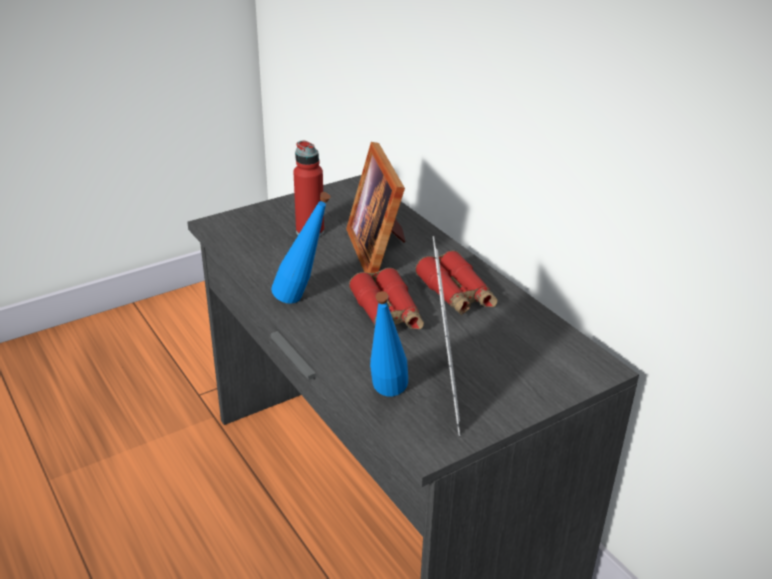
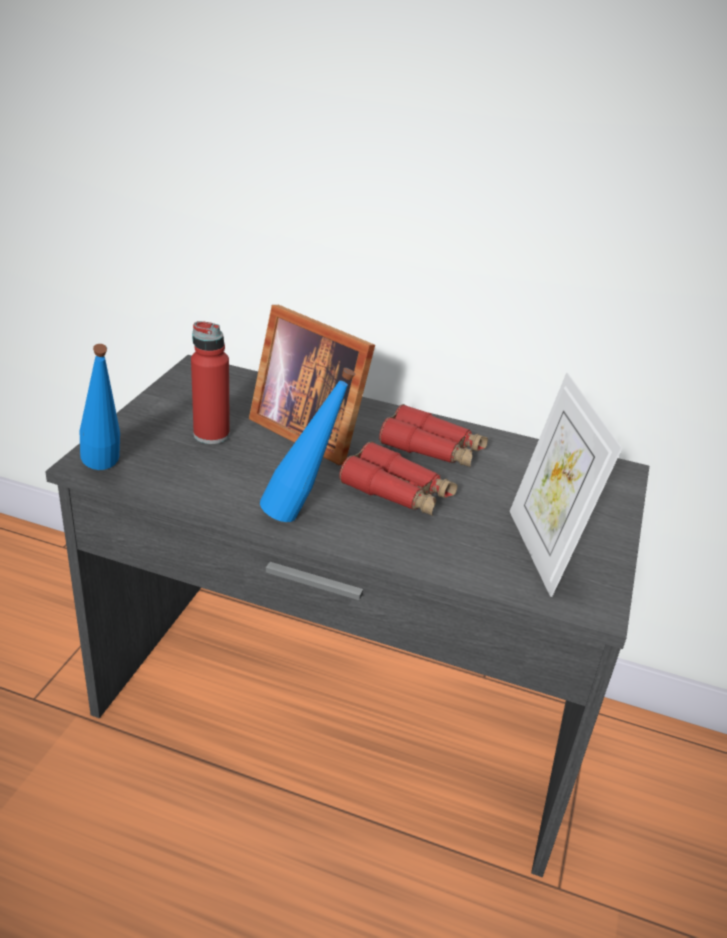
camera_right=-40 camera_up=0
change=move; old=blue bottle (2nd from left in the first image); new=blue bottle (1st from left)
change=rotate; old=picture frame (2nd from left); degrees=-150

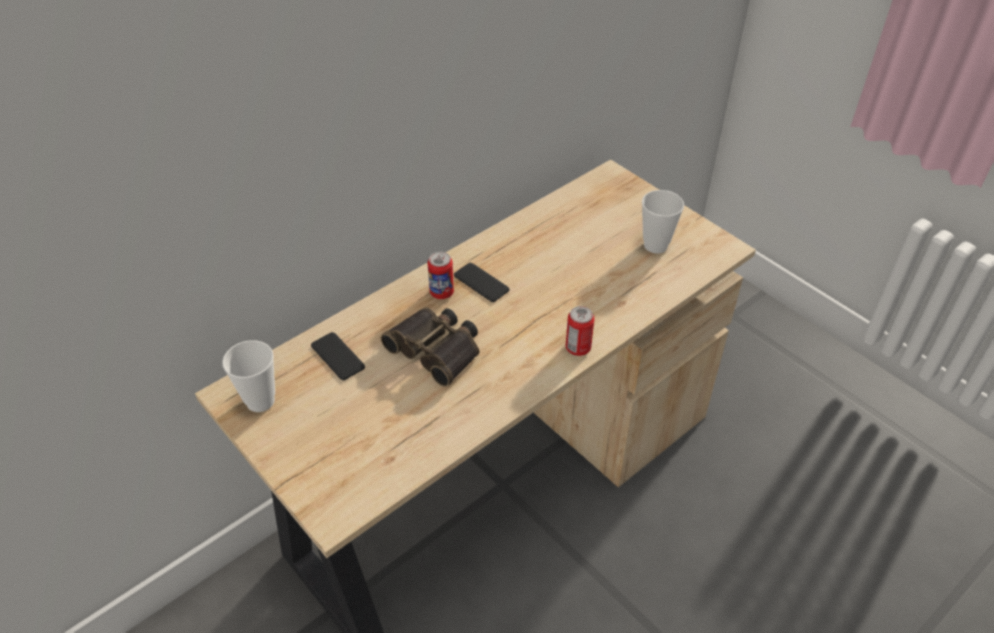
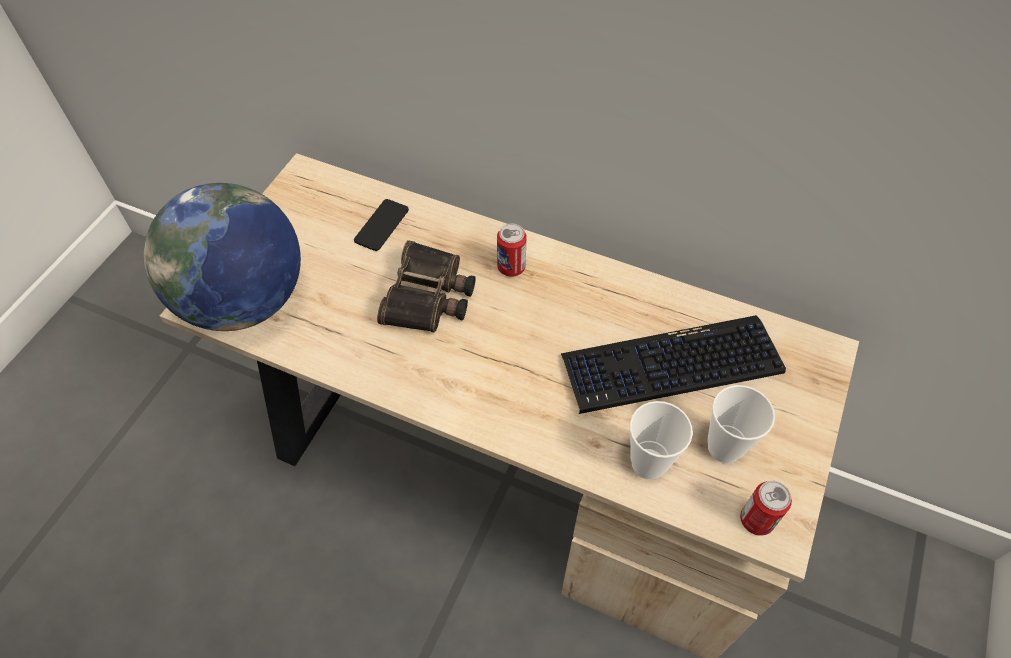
camera_right=65 camera_up=10
change=insert; new=globe
change=insert; new=keyboard
change=move; old=cup (1st from left)
change=move; old=can (2nd from left)
change=delete; old=phone (2nd from left)

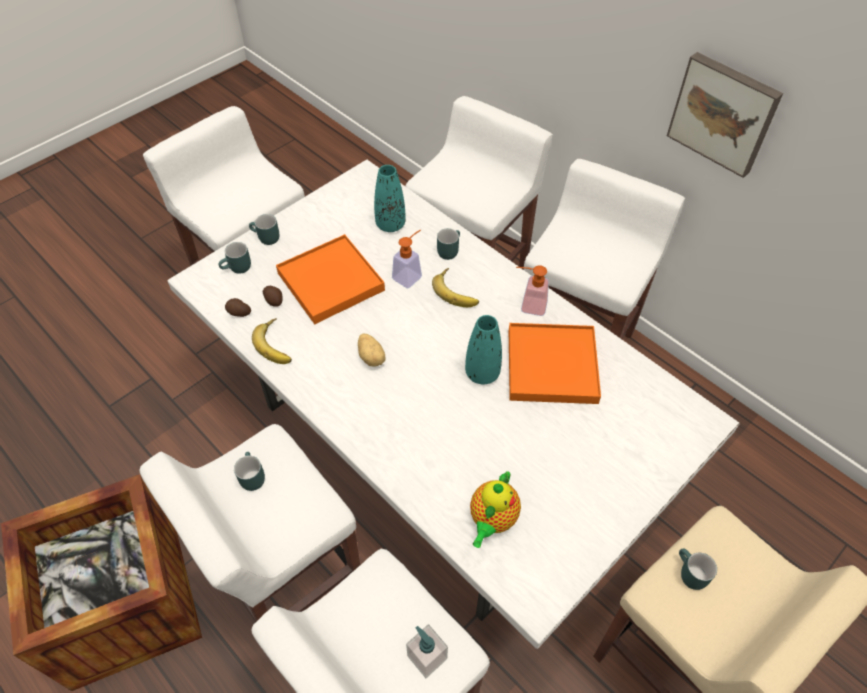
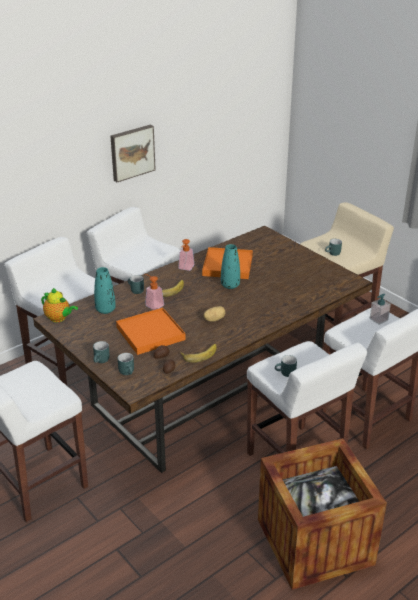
camera_right=-85 camera_up=-20
change=recolor; old=white dining table; new=brown dining table
change=move; old=teapot

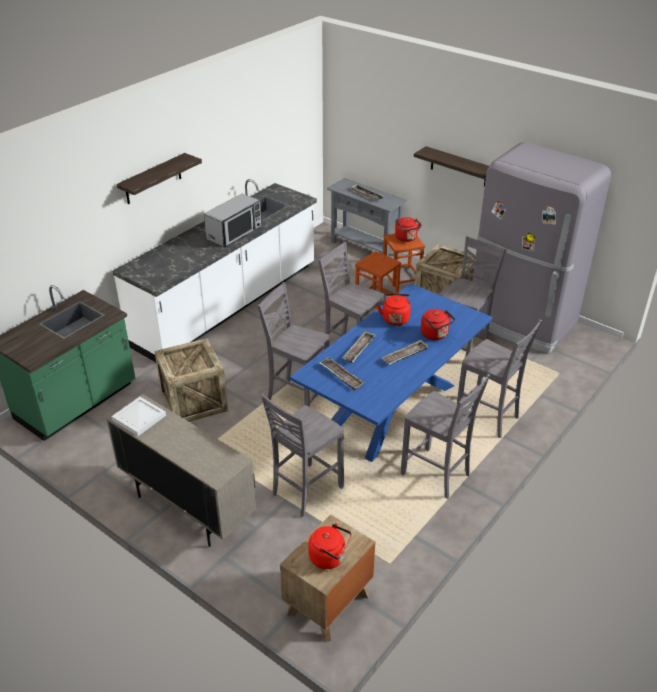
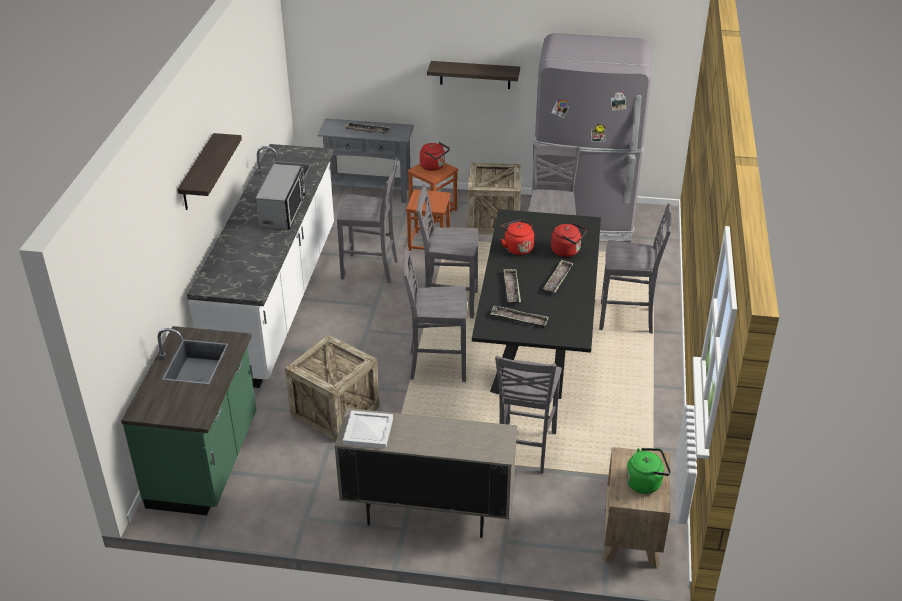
camera_right=-30 camera_up=0
change=move; old=grey chair (4th from left in the first image); new=grey chair (1st from left)
change=recolor; old=blue dining table; new=black dining table
change=recolor; old=red kettle (1st from left); new=green kettle

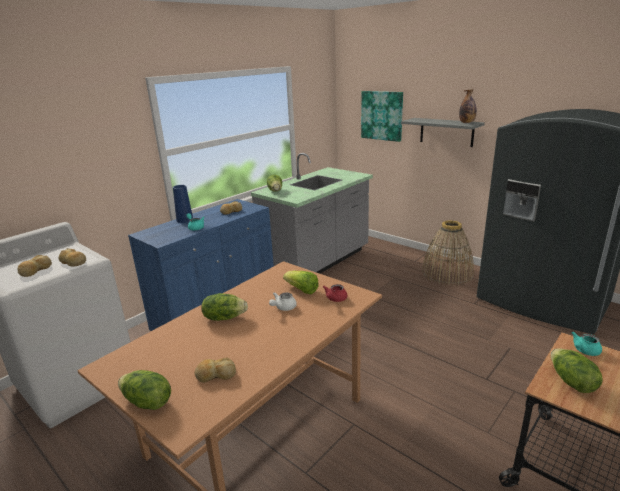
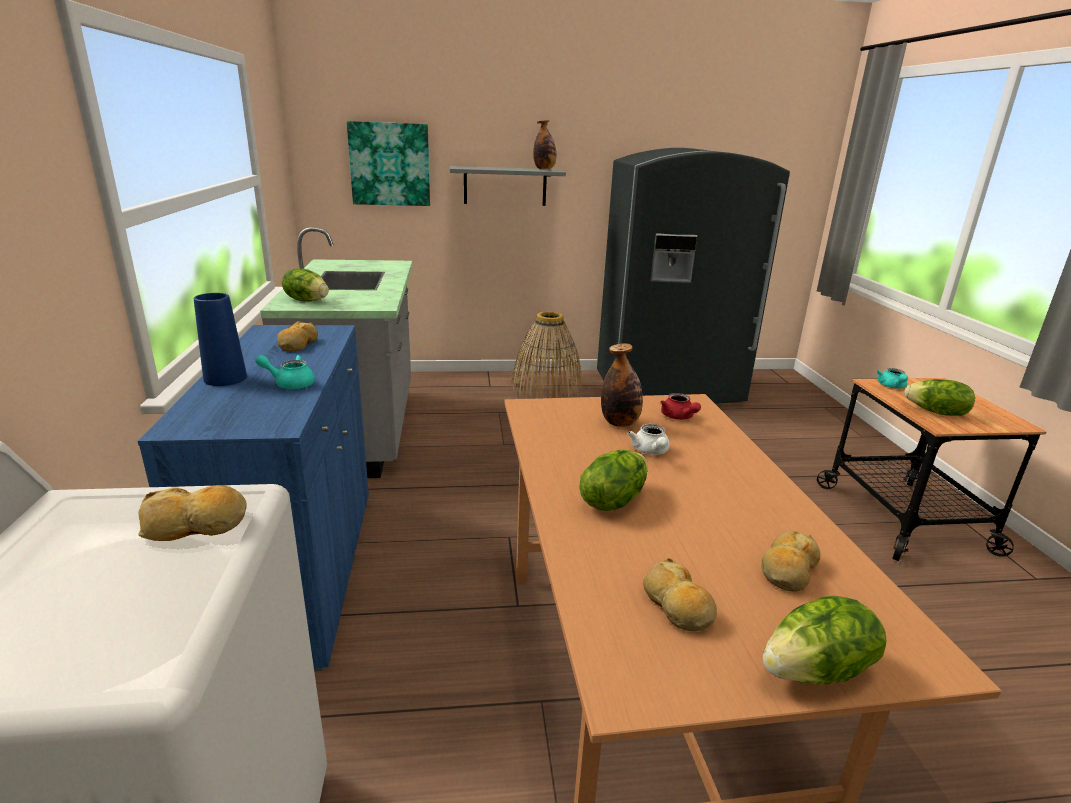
camera_right=-50 camera_up=0
change=replace; old=lettuce (4th from left); new=bottle (2nd from left)
change=move; old=bread (1st from left in the first image); new=bread (3rd from left)

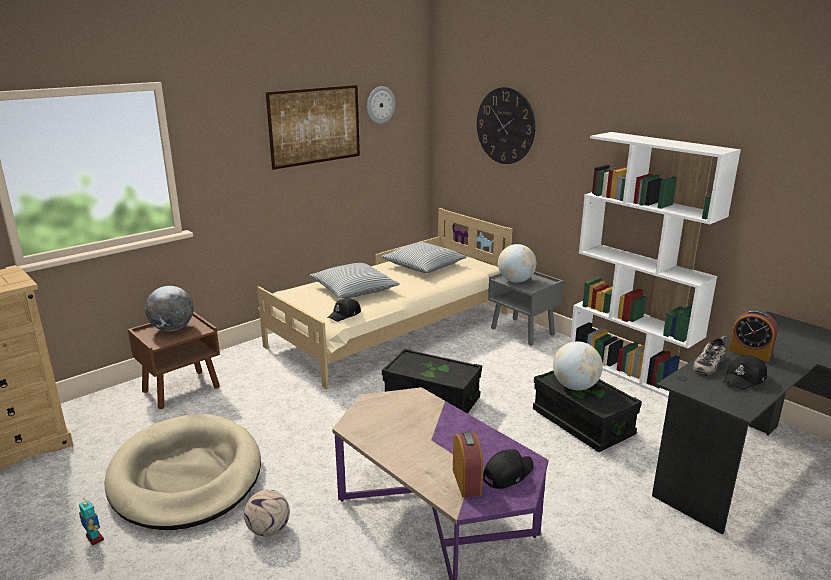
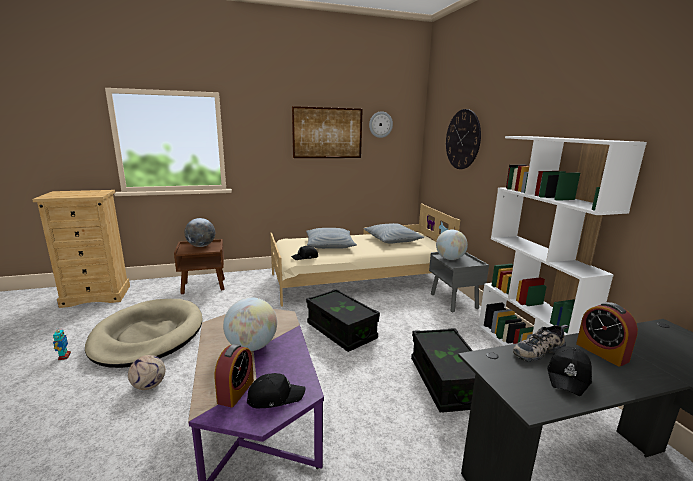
camera_right=25 camera_up=-5
change=move; old=globe (3rd from left in the first image); new=globe (2nd from left)
change=rotate; old=black cap (3rd from left); degrees=-45

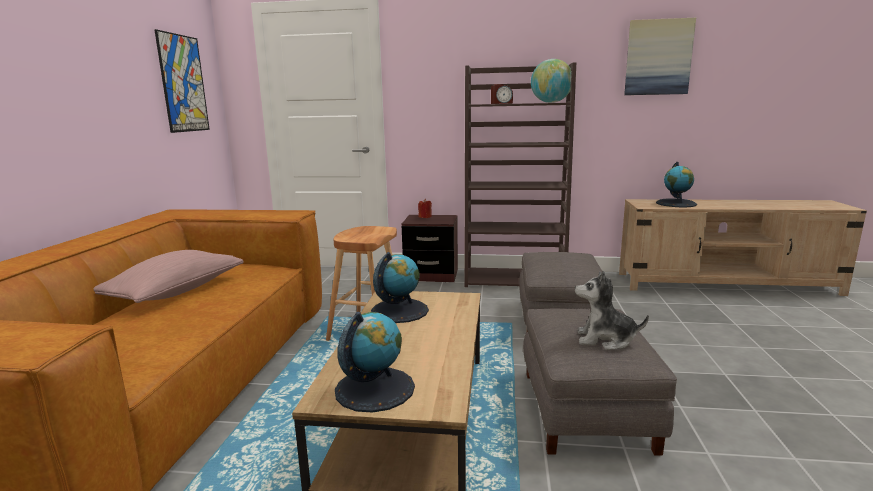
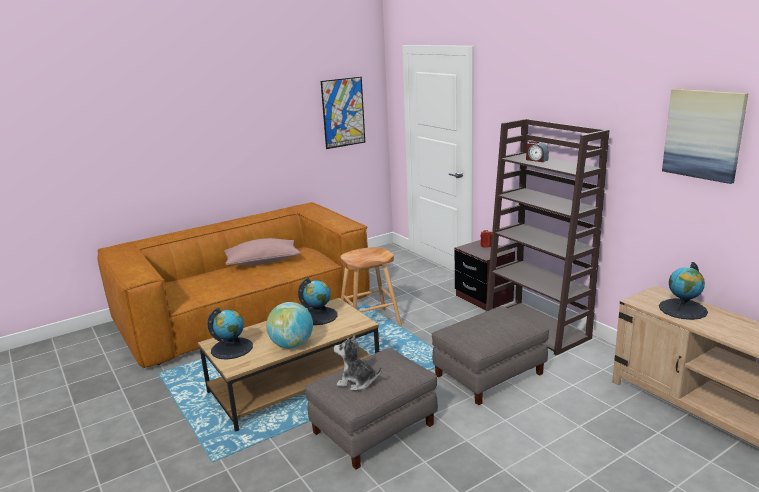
camera_right=50 camera_up=5
change=move; old=globe (3rd from left in the first image); new=globe (2nd from left)
change=rotate; old=plush toy; degrees=-45

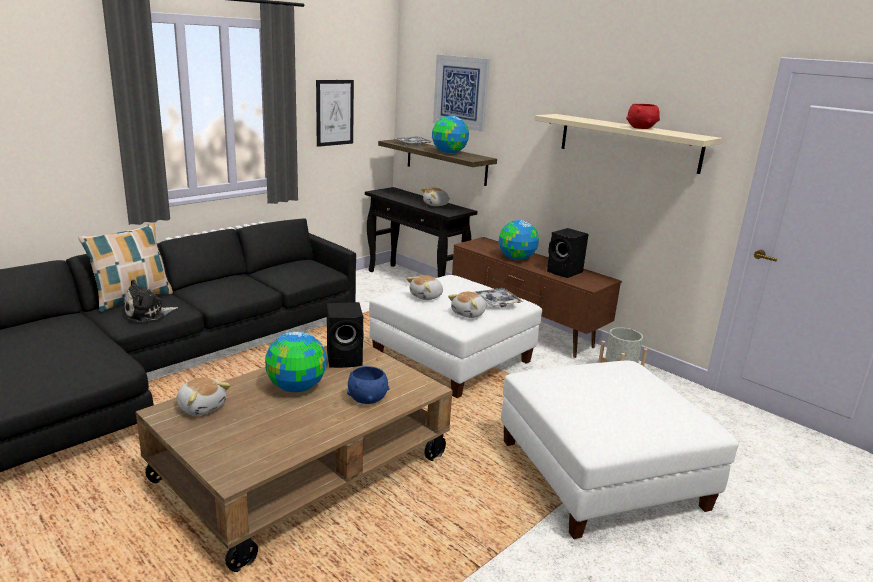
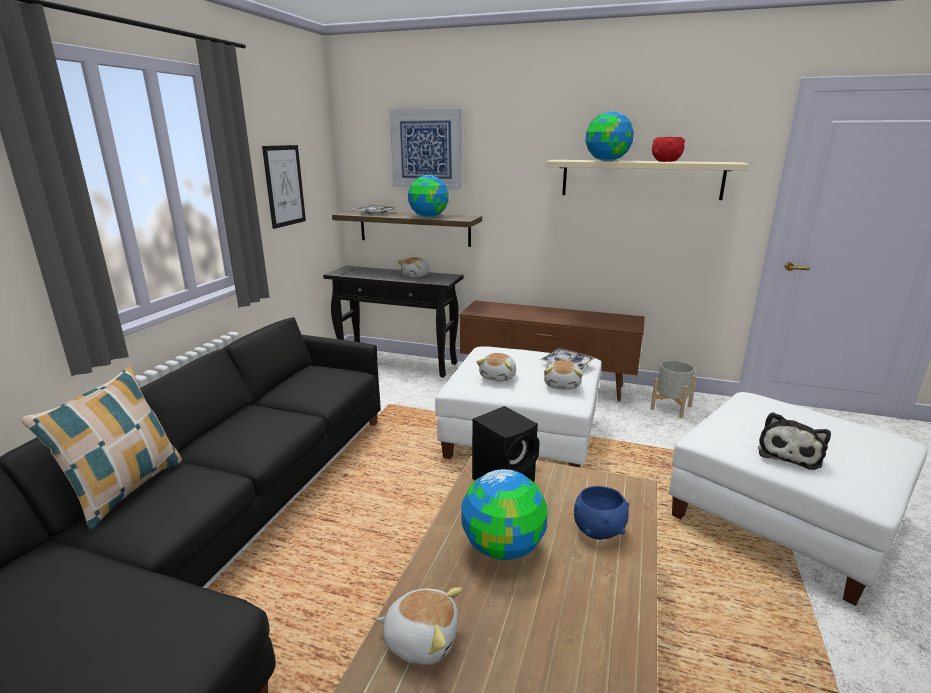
camera_right=-25 camera_up=0
change=move; old=globe (3rd from left)
change=move; old=plush toy (1st from left in the first image); new=plush toy (5th from left)
change=delete; old=black speaker (2nd from left)

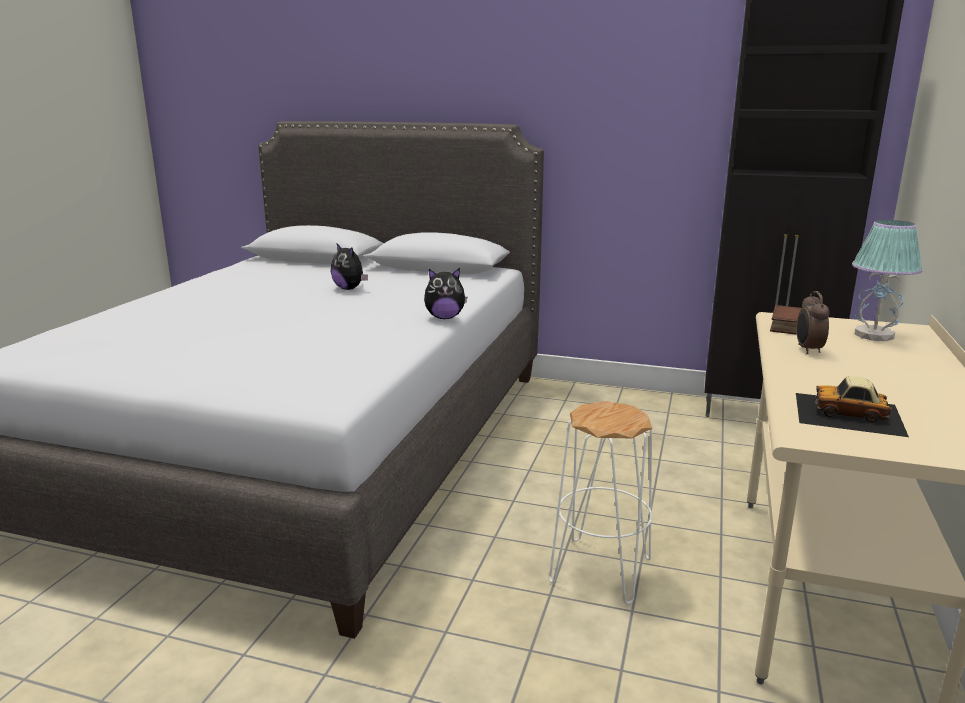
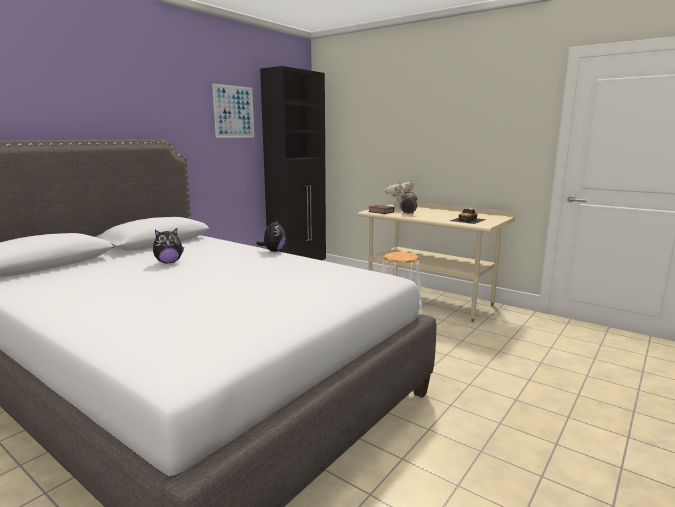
camera_right=-70 camera_up=-5
change=insert; new=picture
change=replace; old=table lamp; new=toy robot

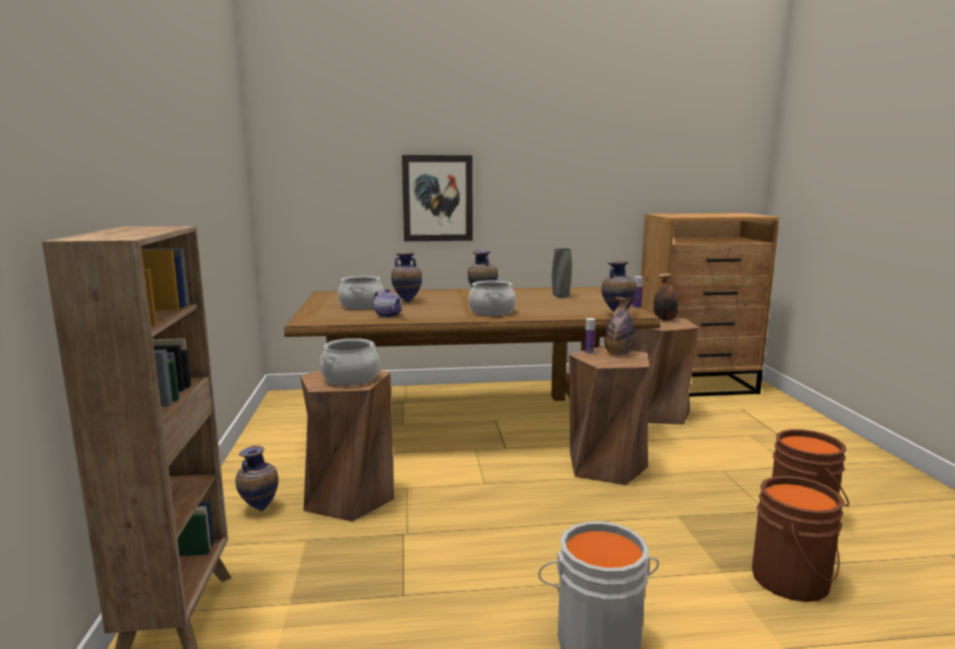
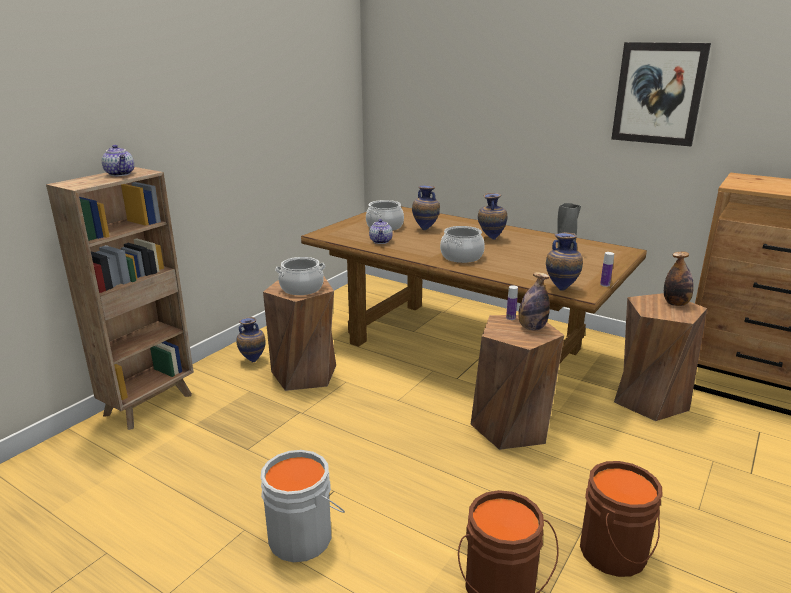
camera_right=40 camera_up=10
change=insert; new=teapot (1st from left)
change=move; old=picture

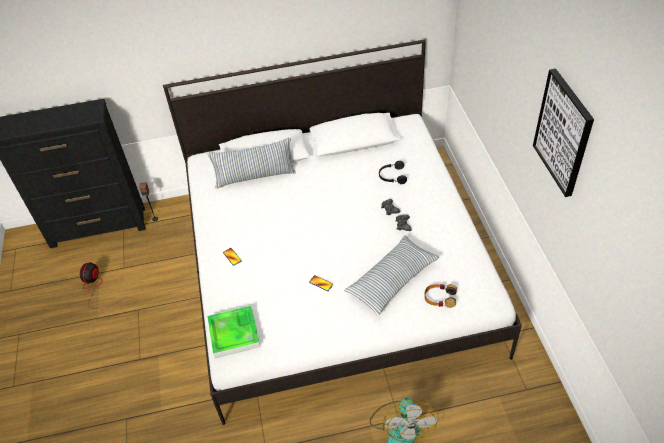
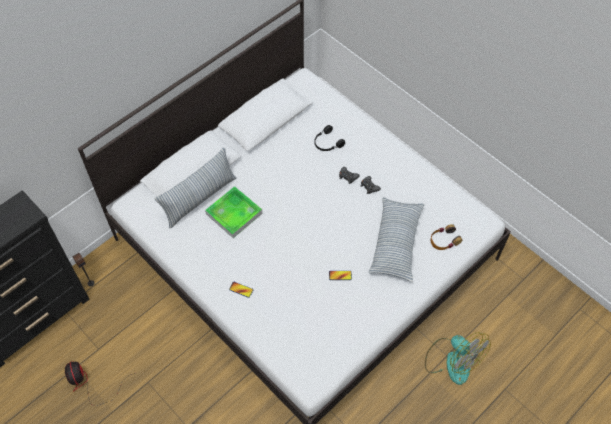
camera_right=-35 camera_up=10
change=move; old=tray
change=delete; old=picture

